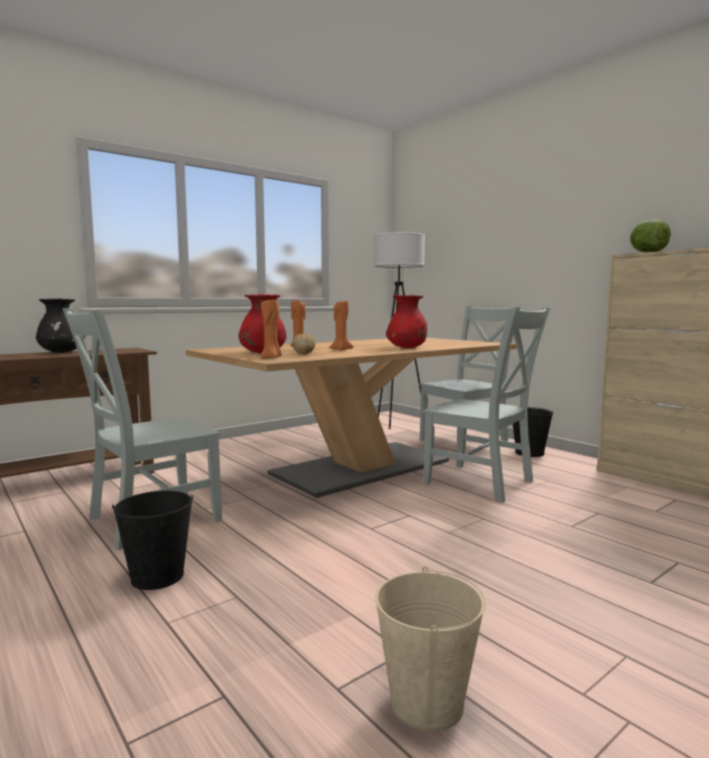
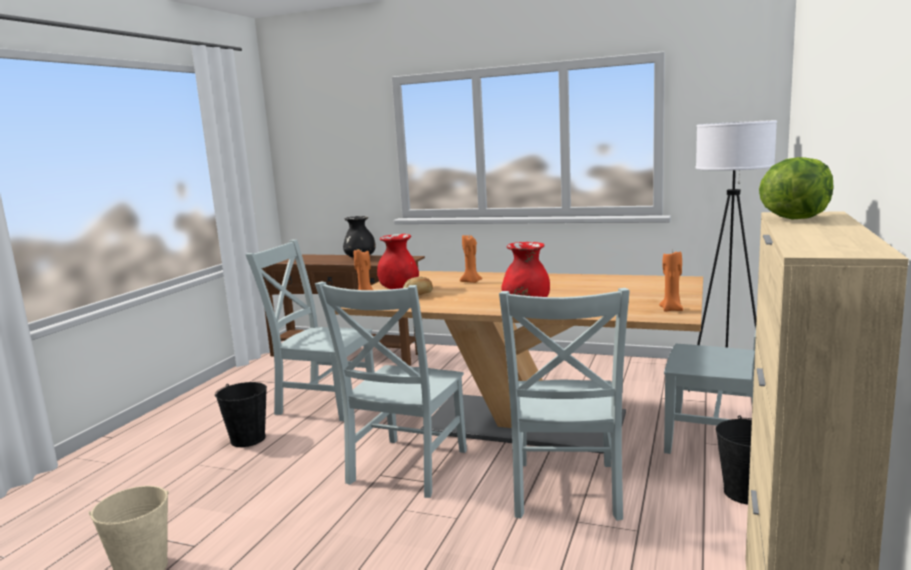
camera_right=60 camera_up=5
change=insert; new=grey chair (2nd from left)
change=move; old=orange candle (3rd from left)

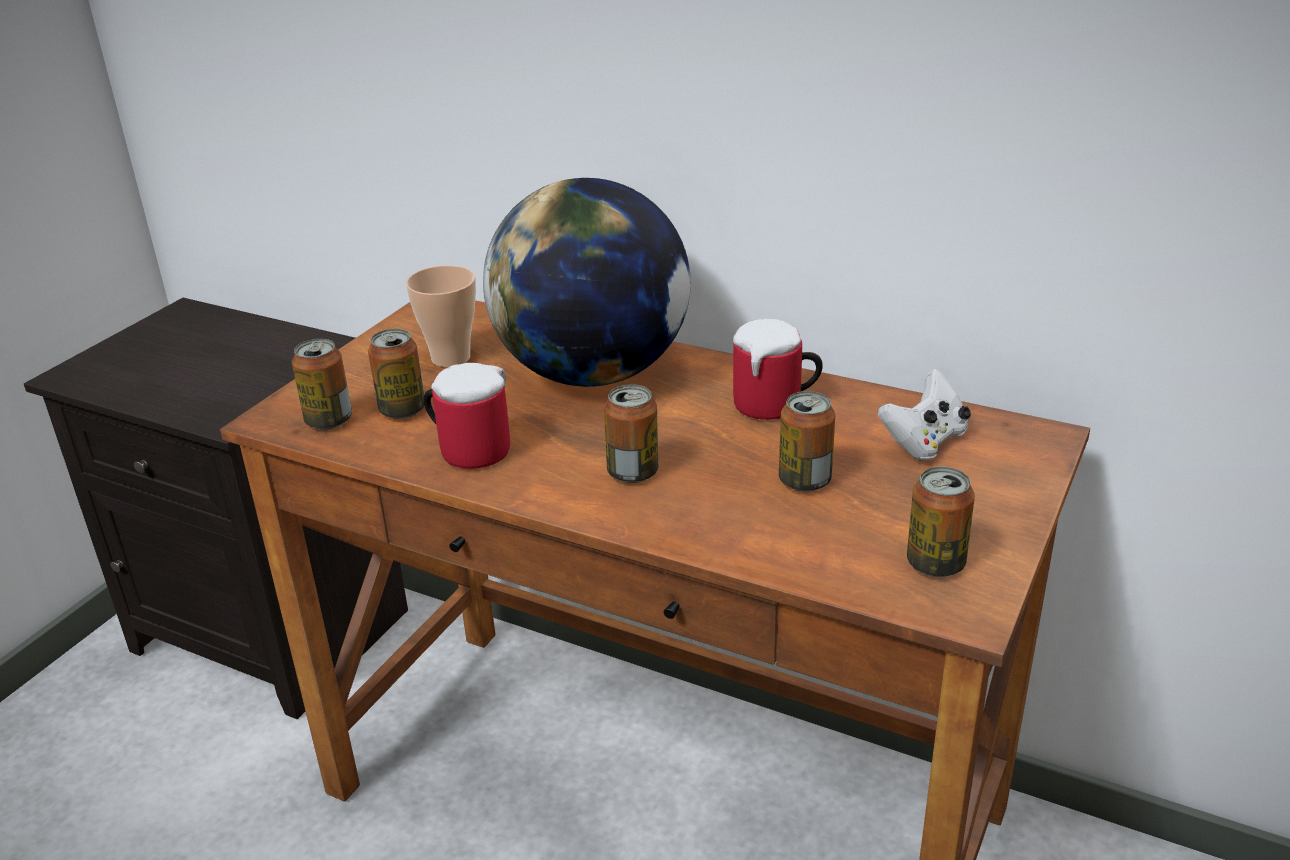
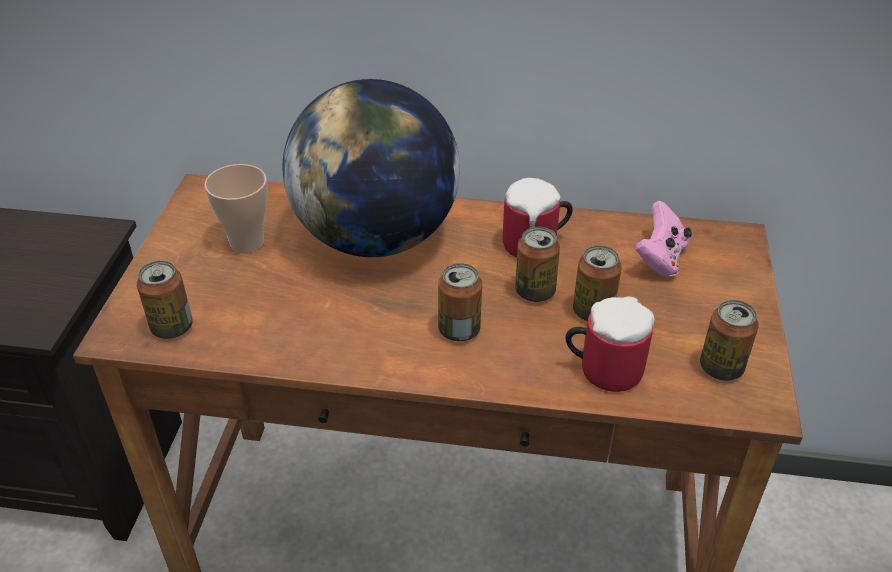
camera_right=-20 camera_up=10
change=move; old=can (2nd from left in the first image); new=can (3rd from left)
change=move; old=mug (1st from left in the first image); new=mug (2nd from left)
change=recolor; old=white game controller; new=pink game controller

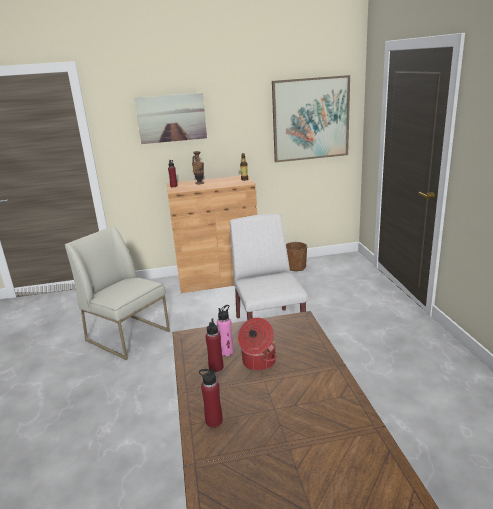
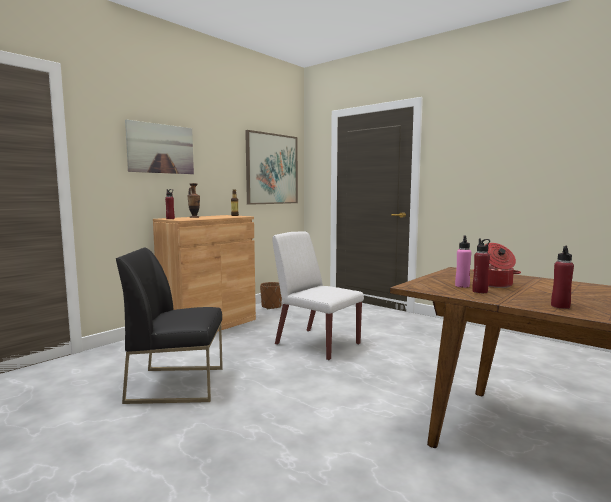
camera_right=-40 camera_up=-15
change=recolor; old=white chair (1st from left); new=black chair

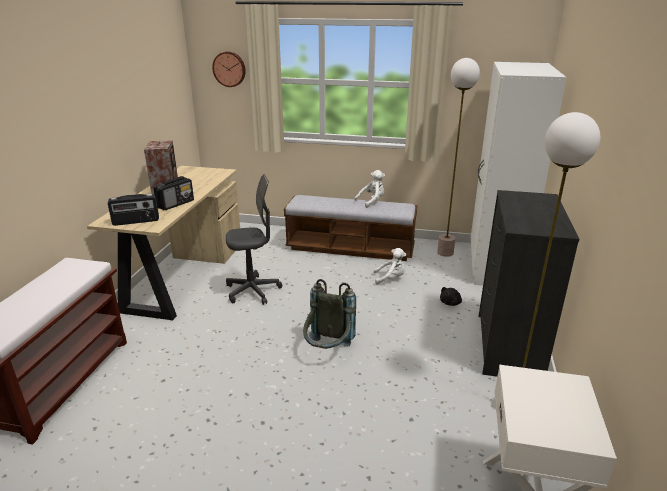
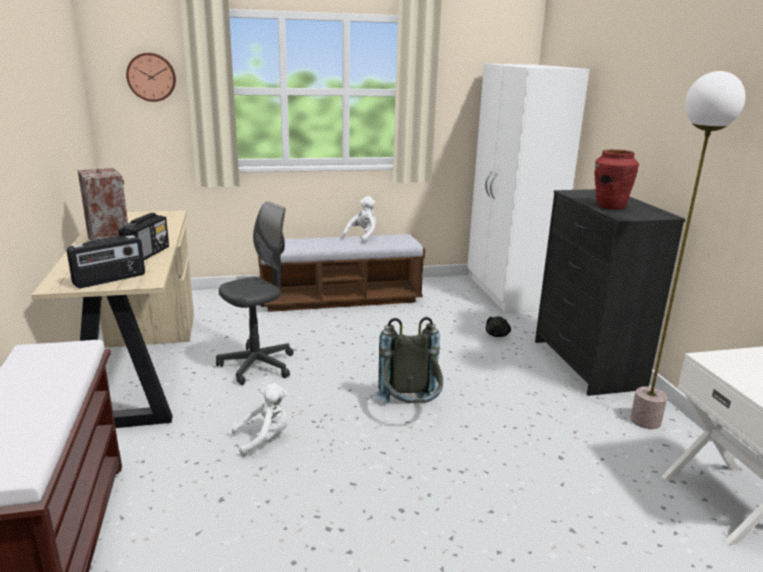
camera_right=-25 camera_up=-5
change=move; old=white plush toy (2nd from left in the first image); new=white plush toy (1st from left)
change=insert; new=red vase
change=delete; old=floor lamp (1st from left)

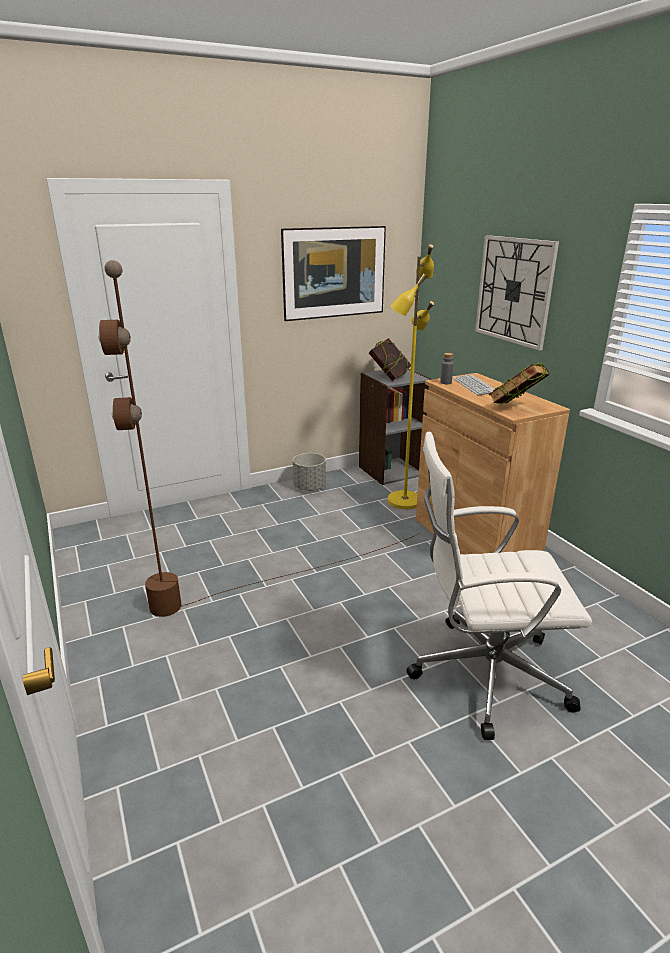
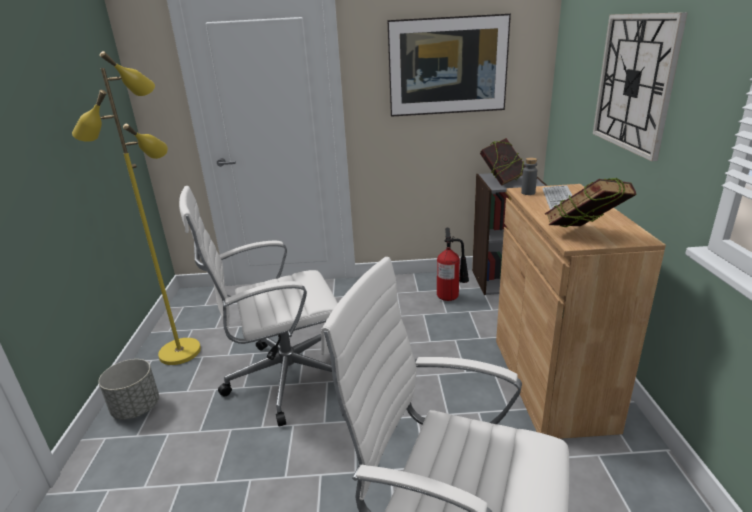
camera_right=25 camera_up=0
change=move; old=yellow floor lamp
change=move; old=grey planter
change=replace; old=brown floor lamp; new=white office chair (1st from left)
change=insert; new=fire extinguisher

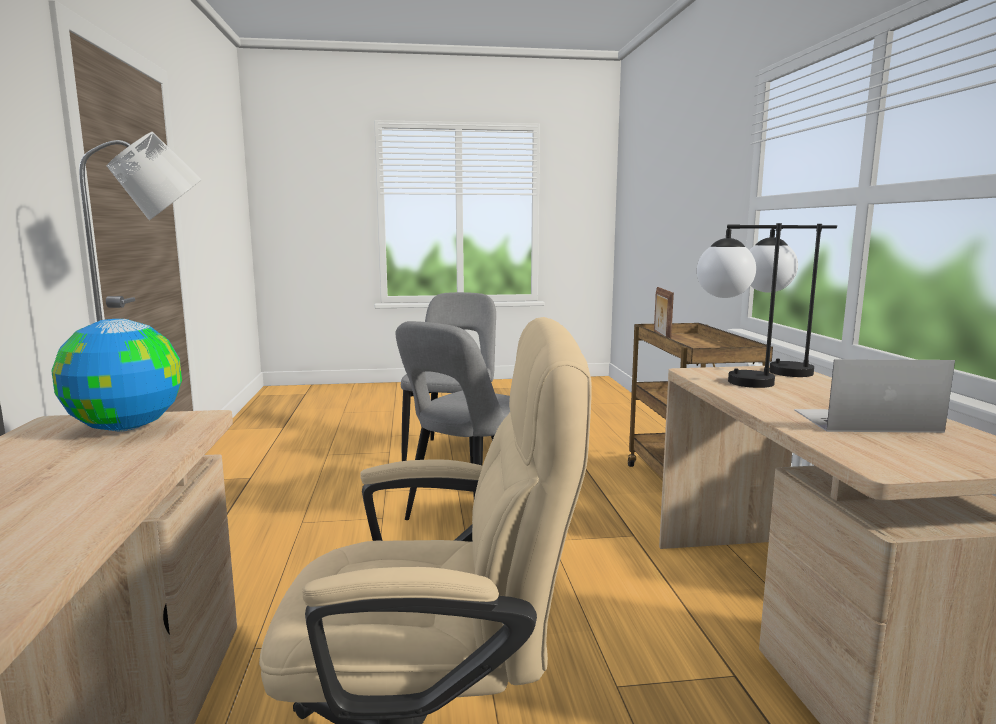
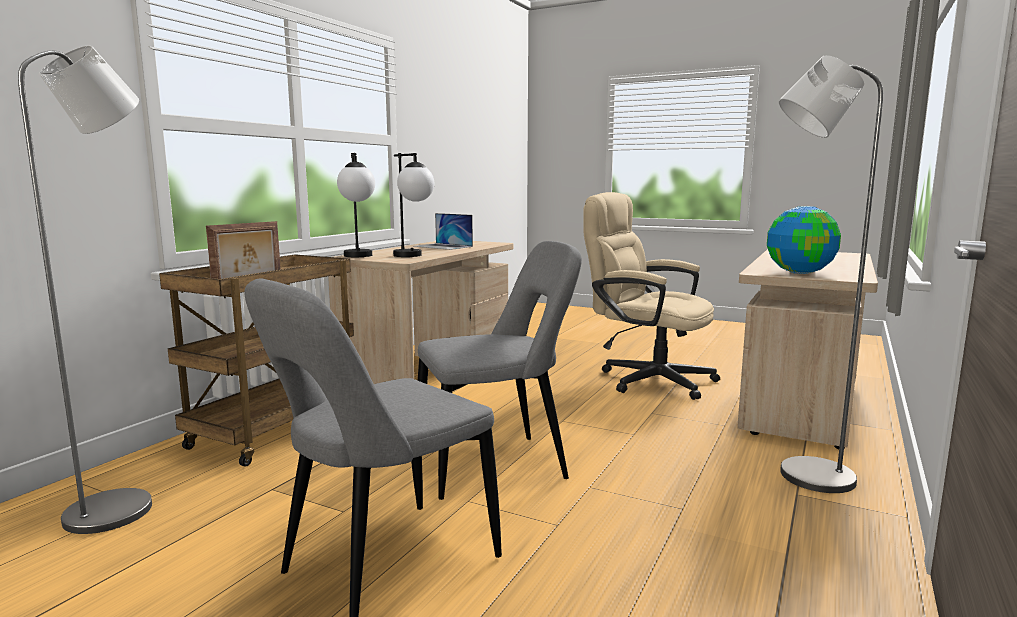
camera_right=-145 camera_up=0
change=insert; new=grey floor lamp (1st from left)

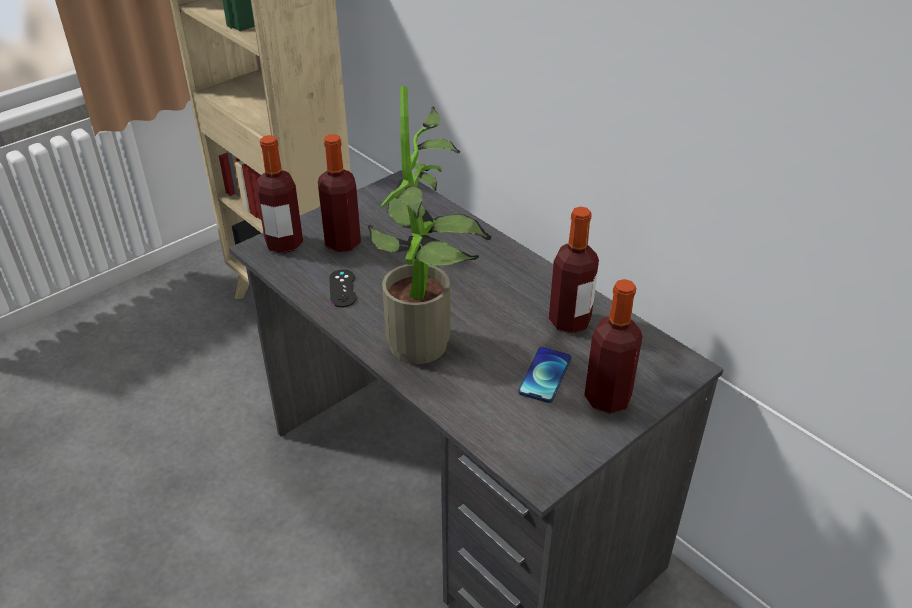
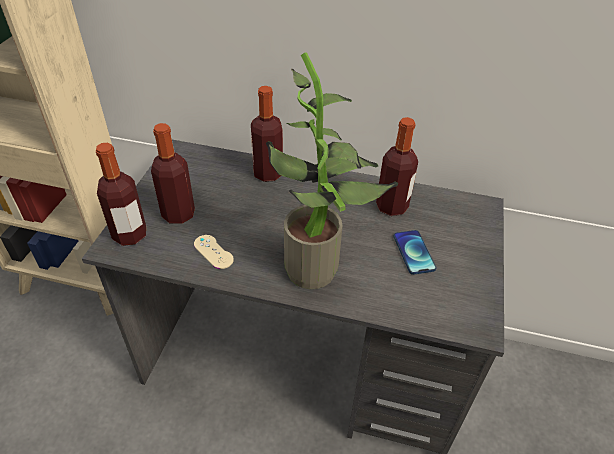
camera_right=-35 camera_up=5
change=recolor; old=black game controller; new=beige game controller
change=move; old=bottle (4th from left in the first image); new=bottle (3rd from left)

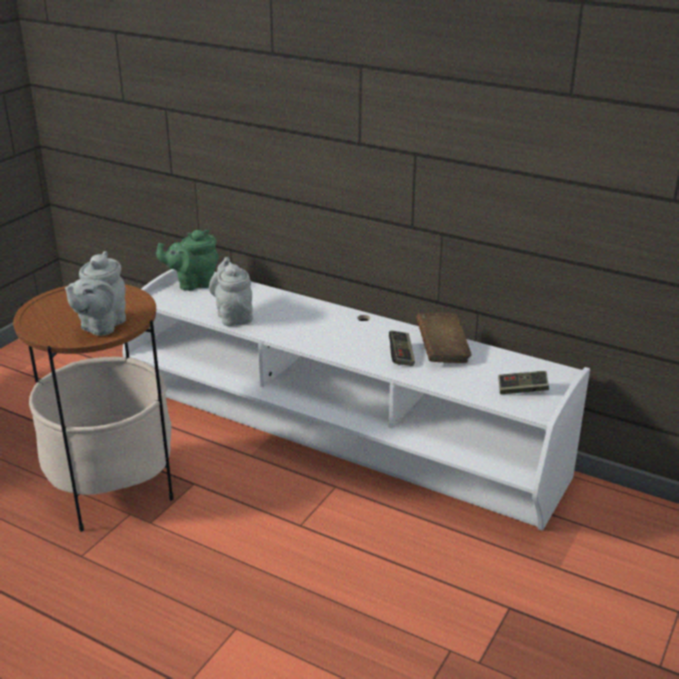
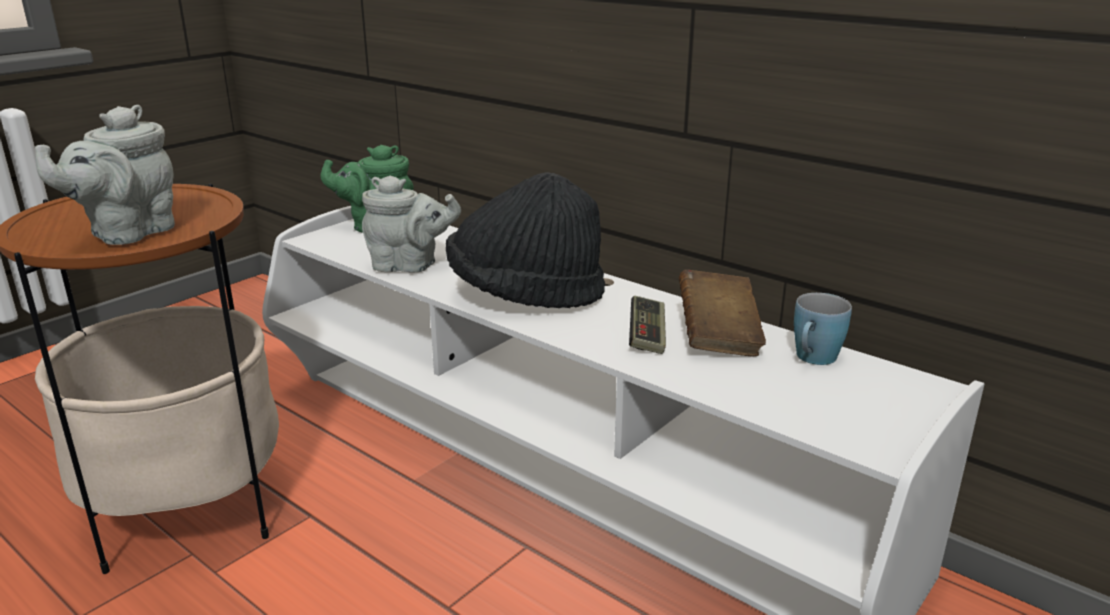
camera_right=10 camera_up=-5
change=rotate; old=grey teapot (2nd from left); degrees=105
change=insert; new=black hat
change=insert; new=blue mug
change=delete; old=game controller (2nd from left)

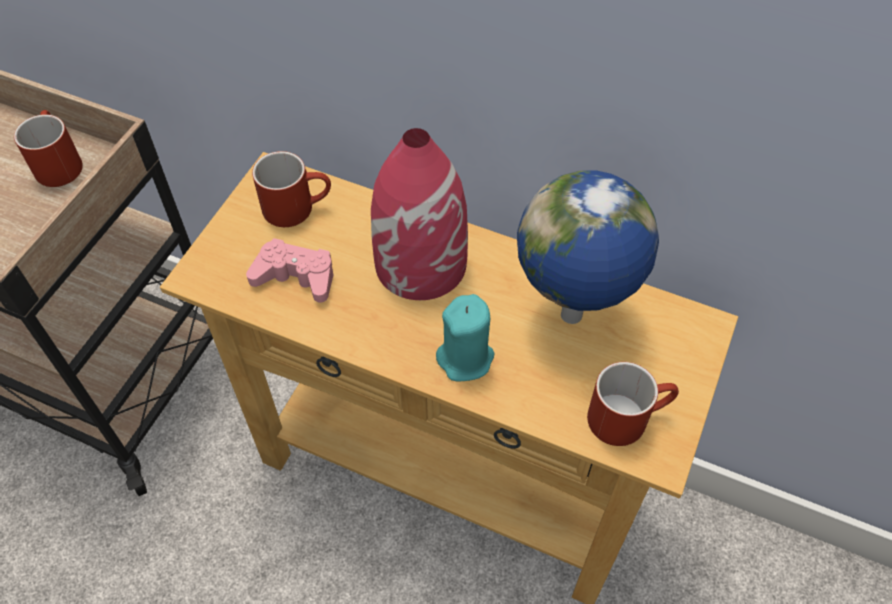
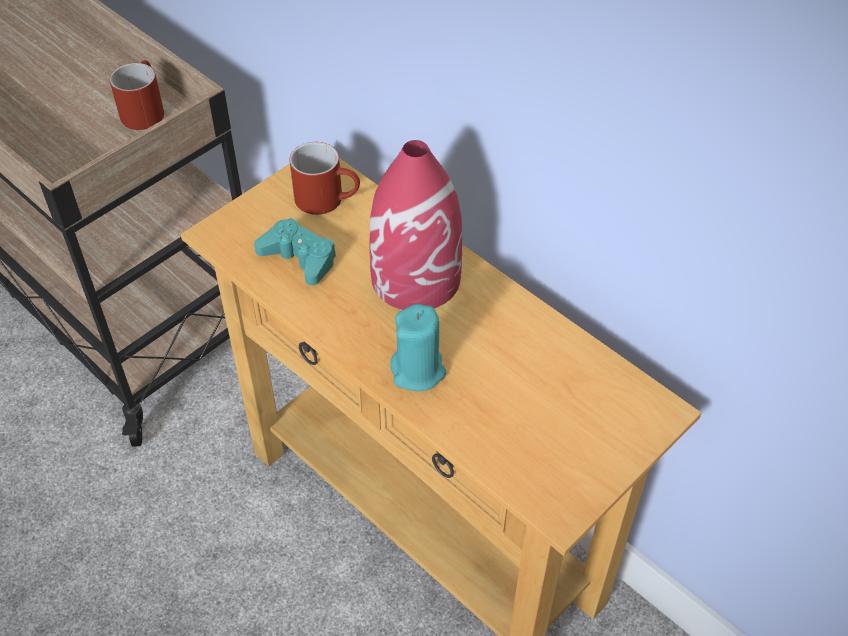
camera_right=20 camera_up=-5
change=recolor; old=pink game controller; new=turquoise game controller
change=delete; old=globe
change=delete; old=red mug (3rd from left)

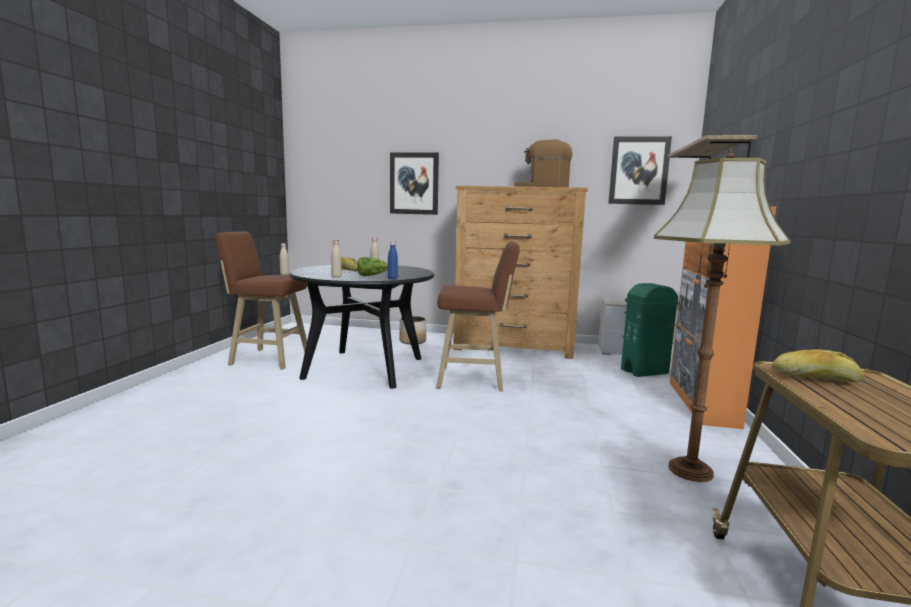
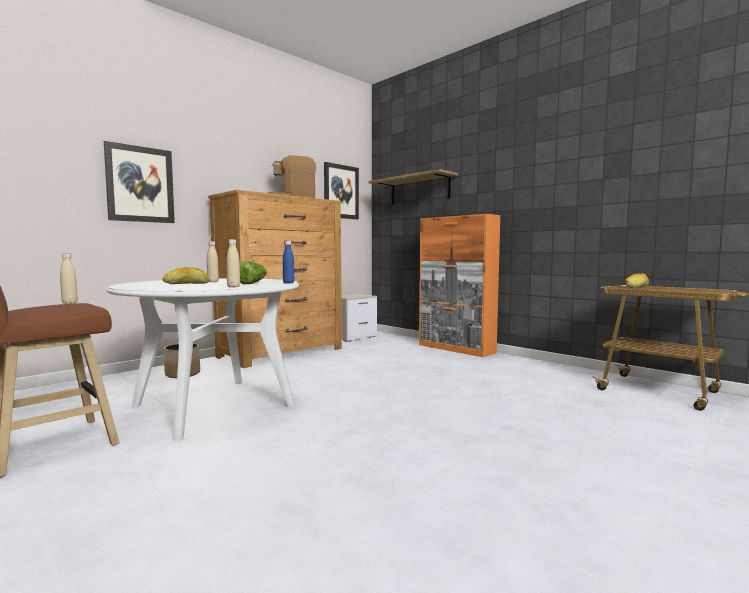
camera_right=-55 camera_up=-5
change=recolor; old=black dining table; new=white dining table
change=delete; old=brown stool (2nd from left)
change=delete; old=green trash can
change=delete; old=floor lamp

